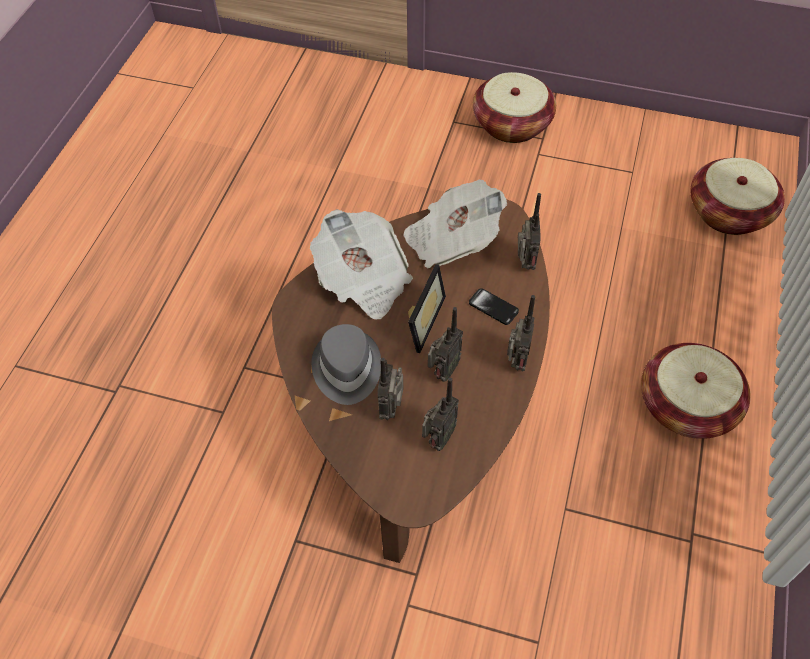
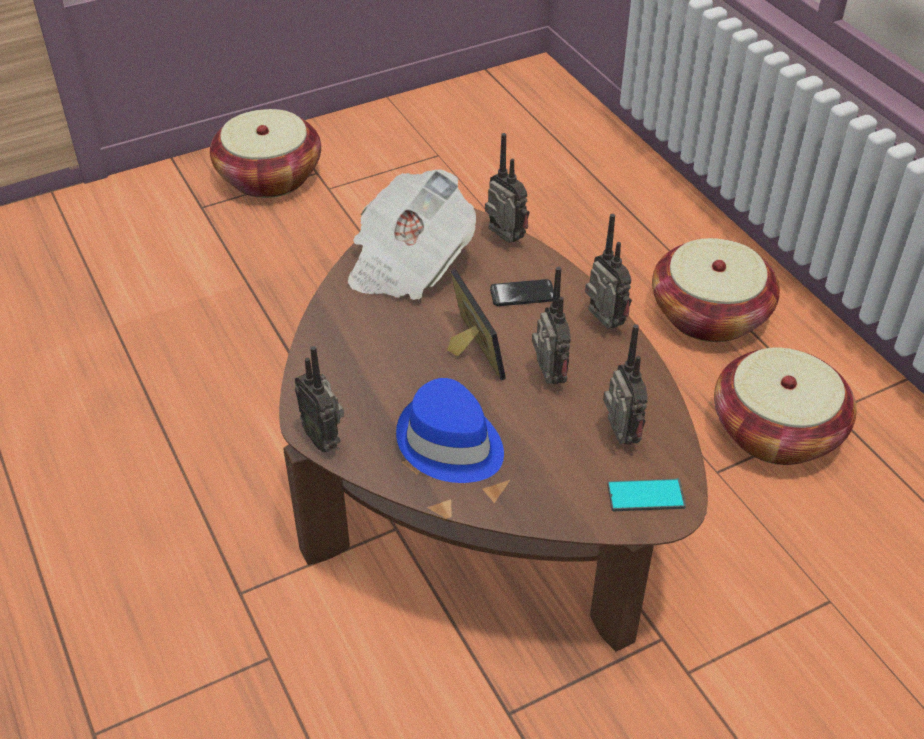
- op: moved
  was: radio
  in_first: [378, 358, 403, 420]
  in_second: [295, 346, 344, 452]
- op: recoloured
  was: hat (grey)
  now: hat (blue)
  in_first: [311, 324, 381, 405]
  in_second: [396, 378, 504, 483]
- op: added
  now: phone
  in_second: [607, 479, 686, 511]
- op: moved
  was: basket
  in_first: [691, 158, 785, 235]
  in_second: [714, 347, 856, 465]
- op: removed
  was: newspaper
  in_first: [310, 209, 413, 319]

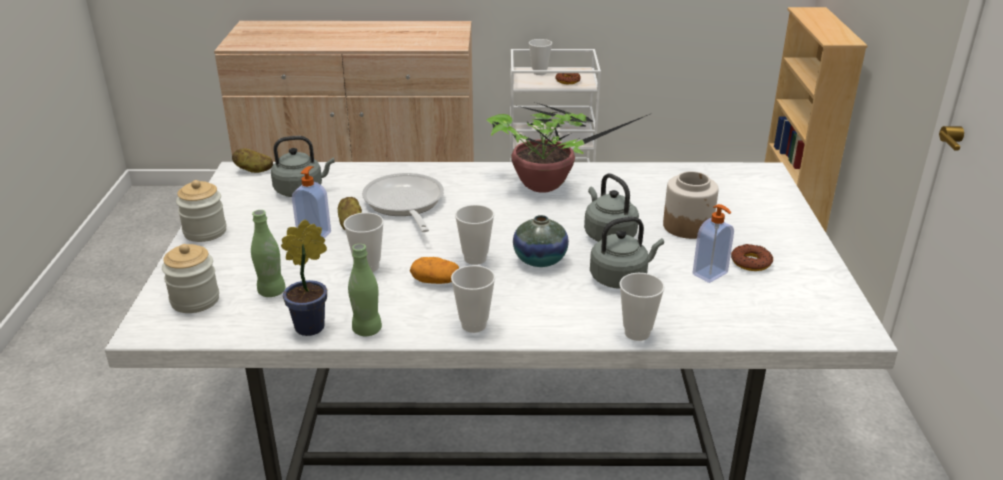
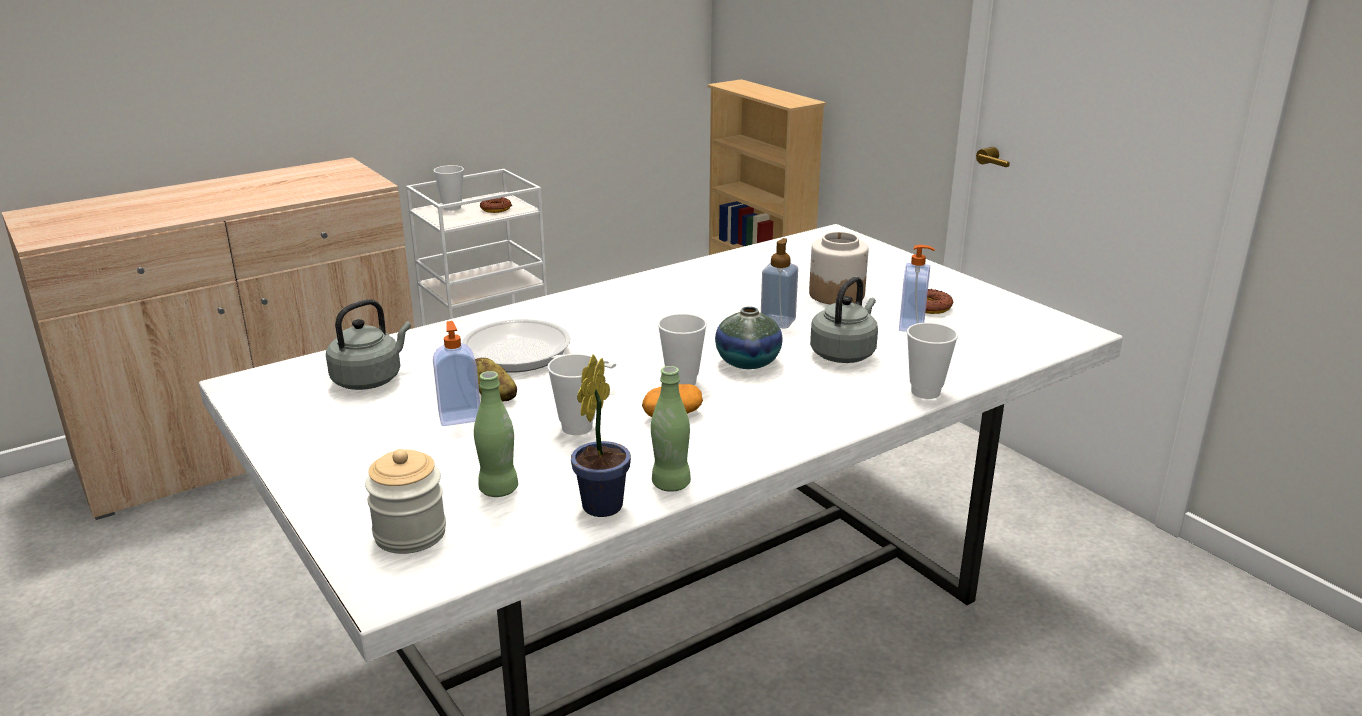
- op: replaced
  was: kettle (grey)
  now: soap dispenser
  in_first: [584, 174, 639, 242]
  in_second: [761, 238, 798, 329]
- op: removed
  was: jar
  in_first: [176, 180, 226, 242]
- op: removed
  was: potato
  in_first: [232, 148, 273, 173]
- op: removed
  was: cup
  in_first: [451, 265, 495, 333]
- op: removed
  was: potted plant
  in_first: [486, 102, 652, 193]

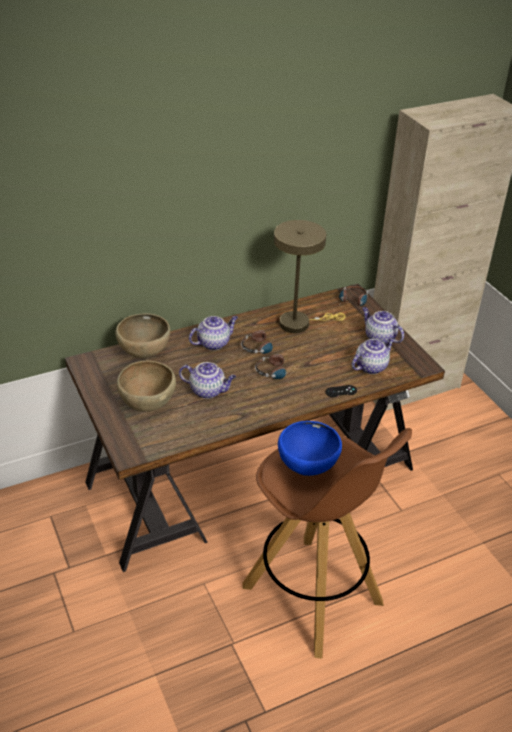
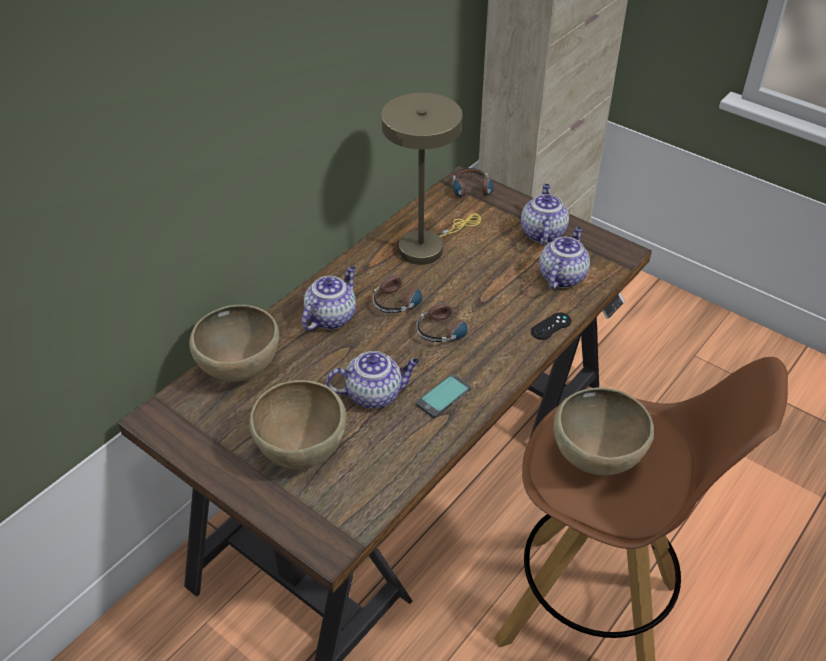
- op: added
  now: phone
  in_second: [416, 374, 471, 418]
- op: turned
  was: teapot
  in_first: [362, 307, 404, 344]
  in_second: [521, 184, 569, 245]
  clockwise: 75
- op: recoloured
  was: bowl (blue)
  now: bowl (brown)
  in_first: [278, 421, 342, 476]
  in_second: [553, 387, 654, 475]

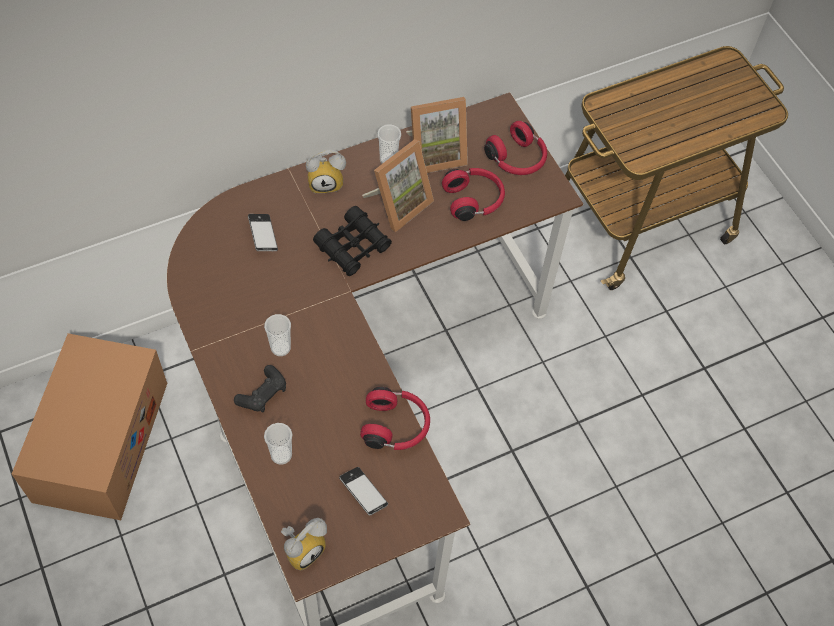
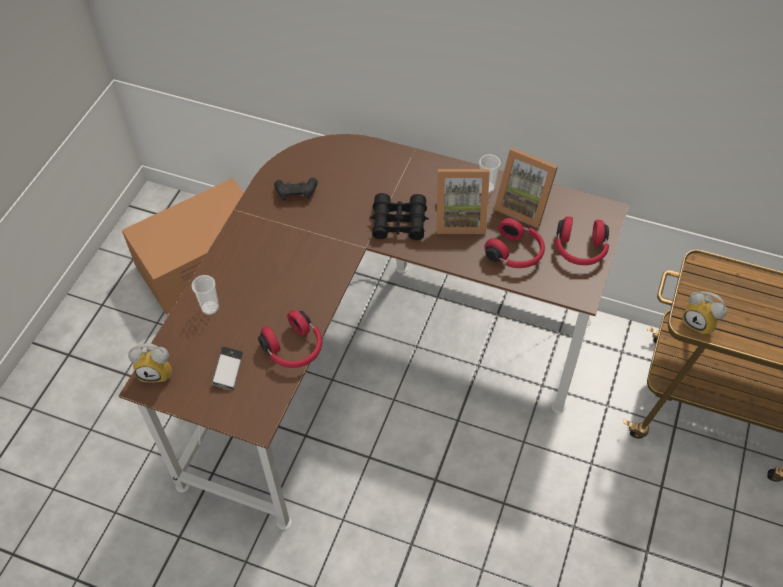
- op: moved
  was: game controller (black)
  in_first: [234, 365, 286, 412]
  in_second: [274, 178, 318, 201]
- op: moved
  was: alarm clock
  in_first: [306, 150, 346, 193]
  in_second: [682, 291, 727, 334]
- op: removed
  was: phone
  in_first: [248, 214, 278, 252]
- op: removed
  was: cup
  in_first: [264, 314, 291, 356]

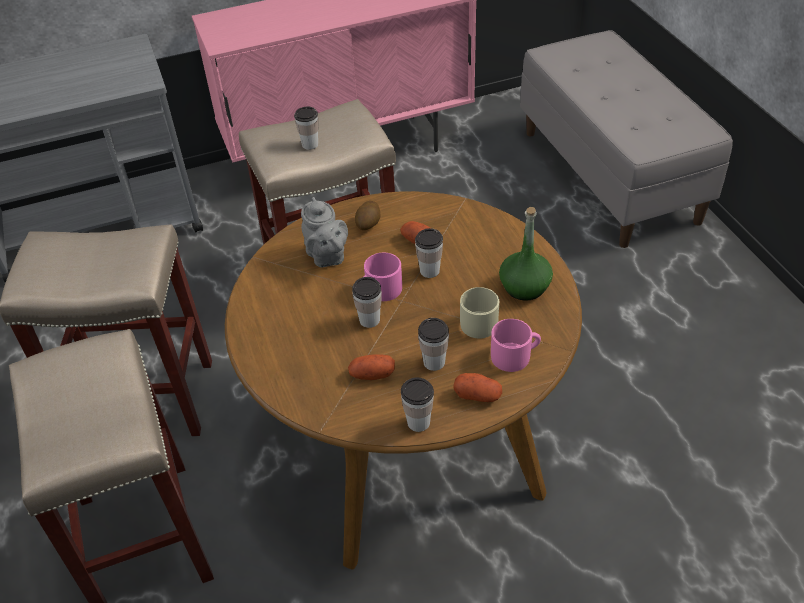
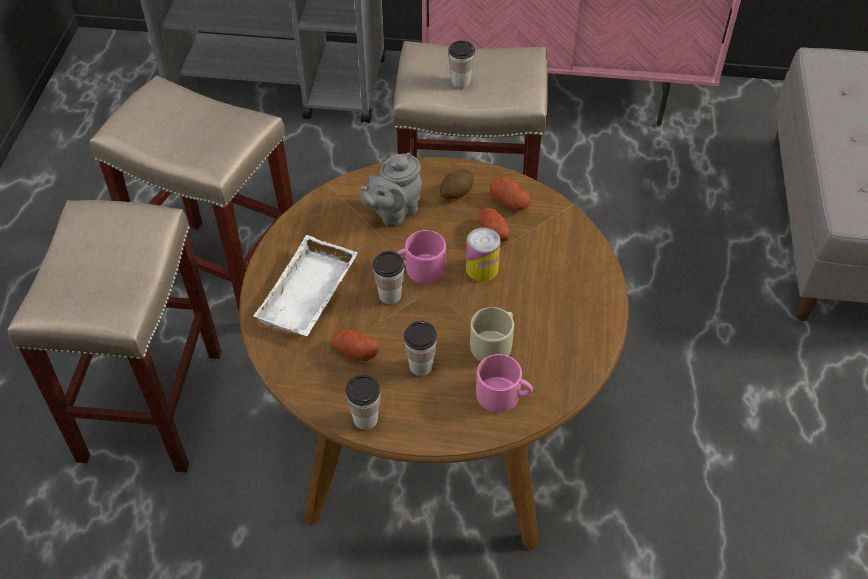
- op: added
  now: tray (white)
  in_second: [253, 235, 358, 336]
- op: turned
  was: teapot (grey)
  in_first: [301, 197, 348, 267]
  in_second: [360, 153, 422, 226]
  clockwise: 45
- op: replaced
  was: cup
  now: can
  in_first: [415, 228, 443, 278]
  in_second: [466, 228, 500, 282]
- op: moved
  was: potato
  in_first: [453, 373, 502, 402]
  in_second: [490, 177, 531, 210]
- op: removed
  was: bottle (green)
  in_first: [499, 207, 553, 301]

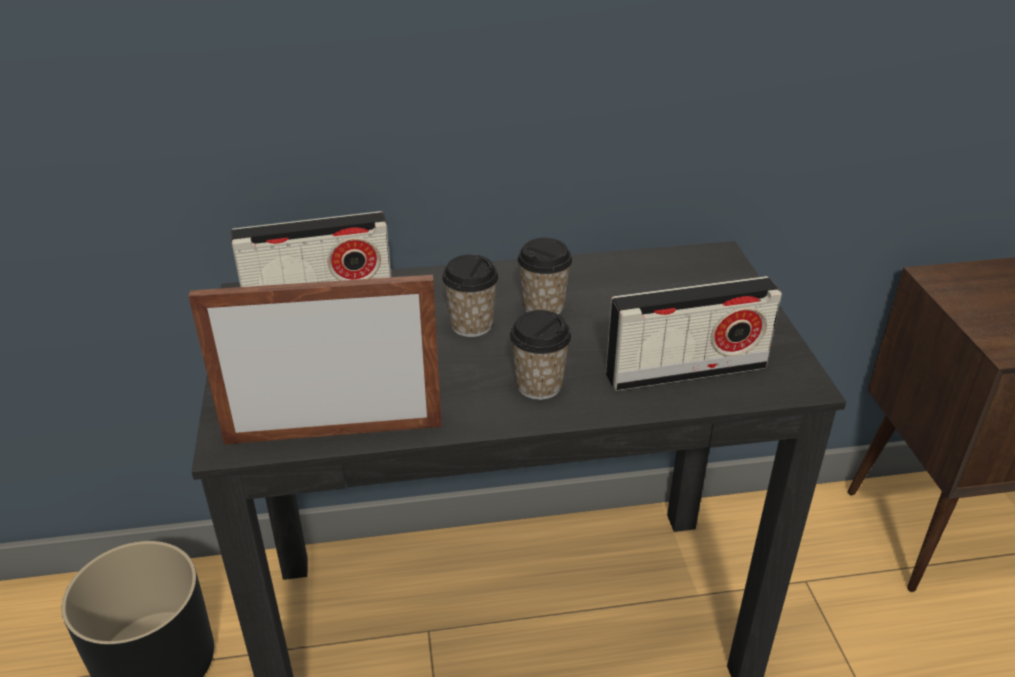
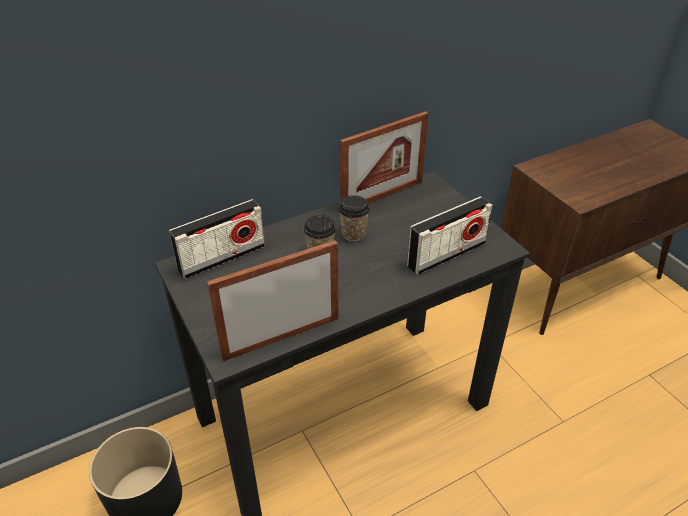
- op: added
  now: picture frame
  in_second: [340, 111, 429, 203]
- op: removed
  was: cup
  in_first: [510, 310, 571, 400]

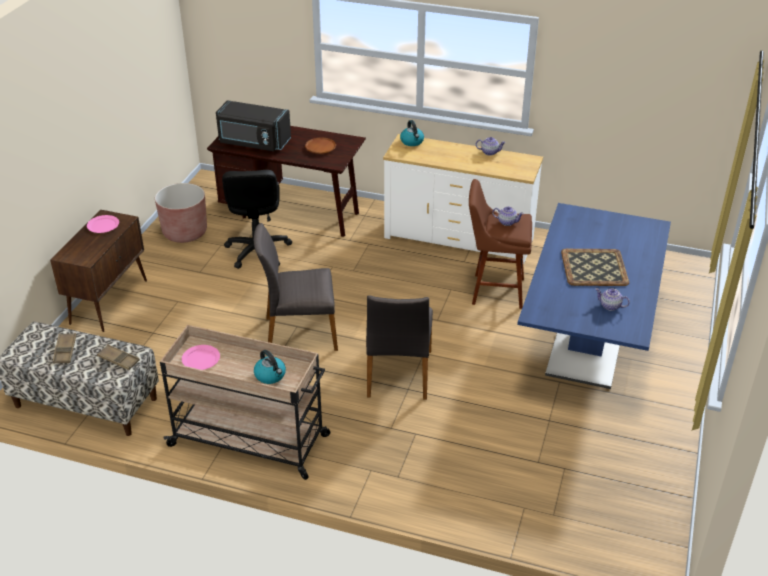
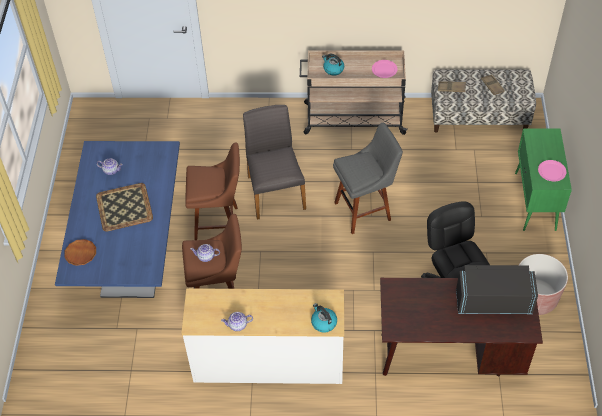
- op: moved
  was: plate (brown)
  in_first: [305, 137, 336, 154]
  in_second: [64, 239, 96, 266]
- op: added
  now: stool (brown)
  in_second: [185, 142, 240, 240]
- op: replaced
  was: chair (grey)
  now: stool (grey)
  in_first: [254, 223, 338, 351]
  in_second: [333, 123, 403, 234]
- op: recoloured
  was: cabinet (brown)
  now: cabinet (green)
  in_first: [50, 210, 147, 332]
  in_second: [515, 128, 572, 231]

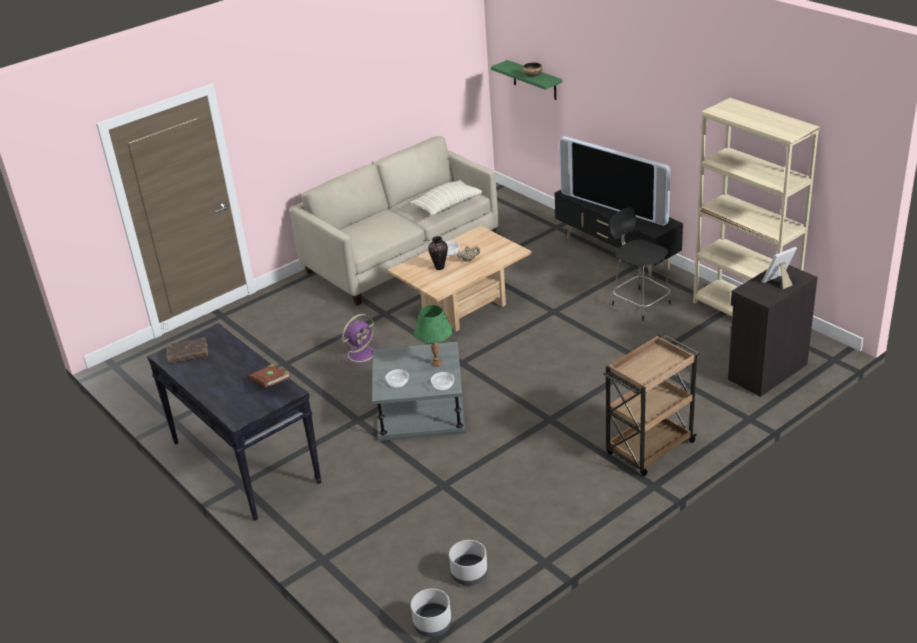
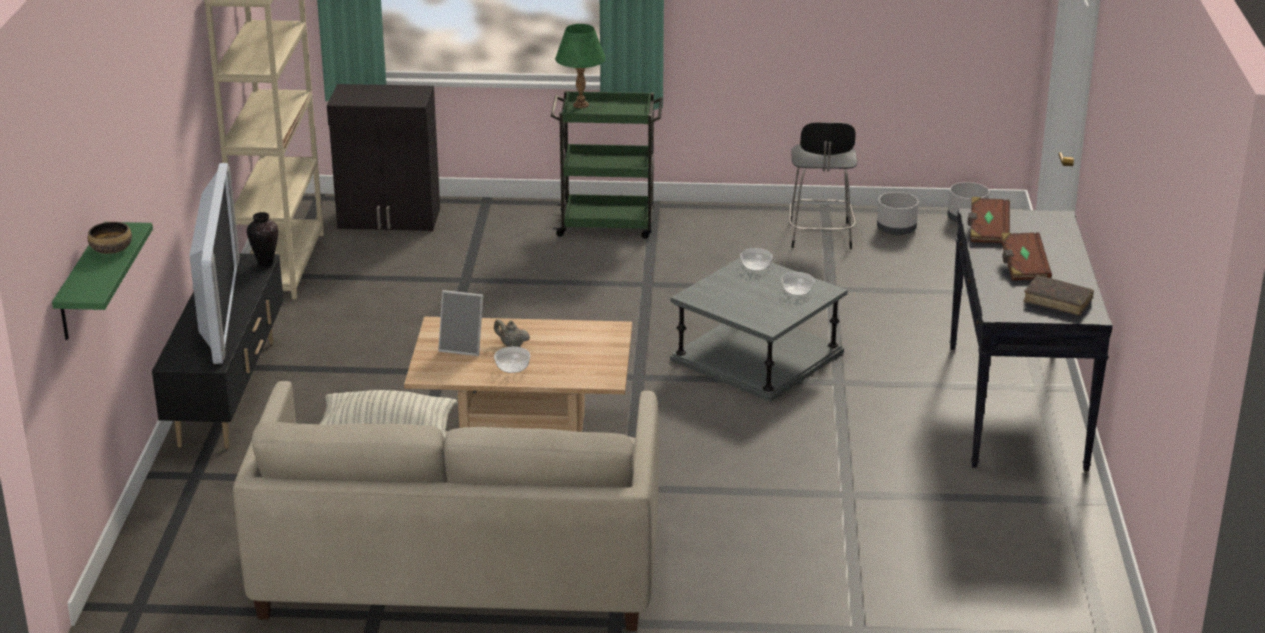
- op: moved
  was: vase
  in_first: [428, 236, 448, 270]
  in_second: [247, 212, 278, 267]
- op: moved
  was: picture frame
  in_first: [762, 247, 797, 289]
  in_second: [438, 290, 483, 356]
- op: recoloured
  was: cart (brown)
  now: cart (green)
  in_first: [603, 335, 699, 476]
  in_second: [551, 91, 663, 239]
- op: moved
  was: table lamp (green)
  in_first: [414, 305, 453, 367]
  in_second: [555, 24, 606, 108]
- op: moved
  was: stool (black)
  in_first: [609, 207, 671, 321]
  in_second: [789, 122, 857, 249]
- op: added
  now: book (brown)
  in_second: [1001, 232, 1052, 281]
- op: removed
  was: fan (purple)
  in_first: [341, 314, 381, 366]

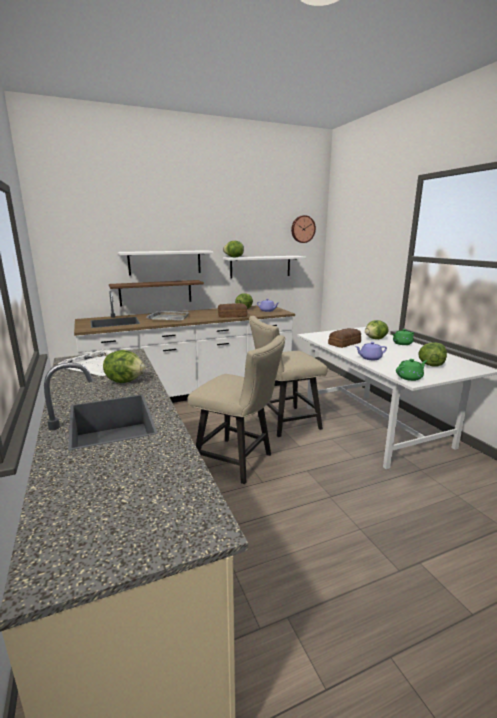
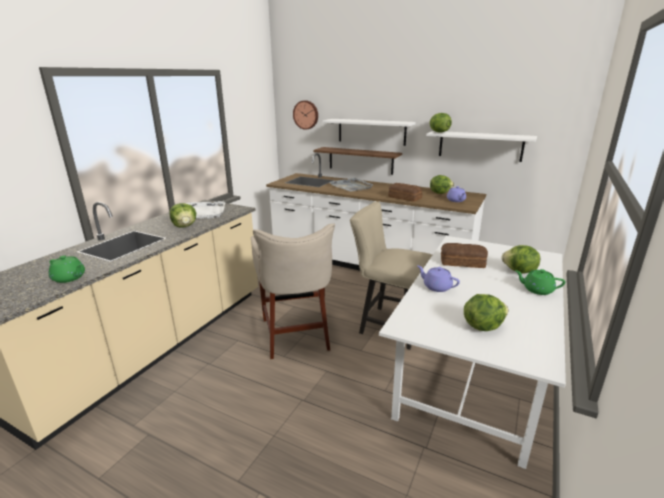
- op: moved
  was: teapot (green)
  in_first: [396, 359, 427, 381]
  in_second: [49, 256, 85, 283]
- op: replaced
  was: chair (beige)
  now: stool (beige)
  in_first: [187, 335, 285, 484]
  in_second: [251, 223, 335, 360]
- op: moved
  was: wall clock
  in_first: [291, 215, 316, 243]
  in_second: [293, 100, 318, 130]

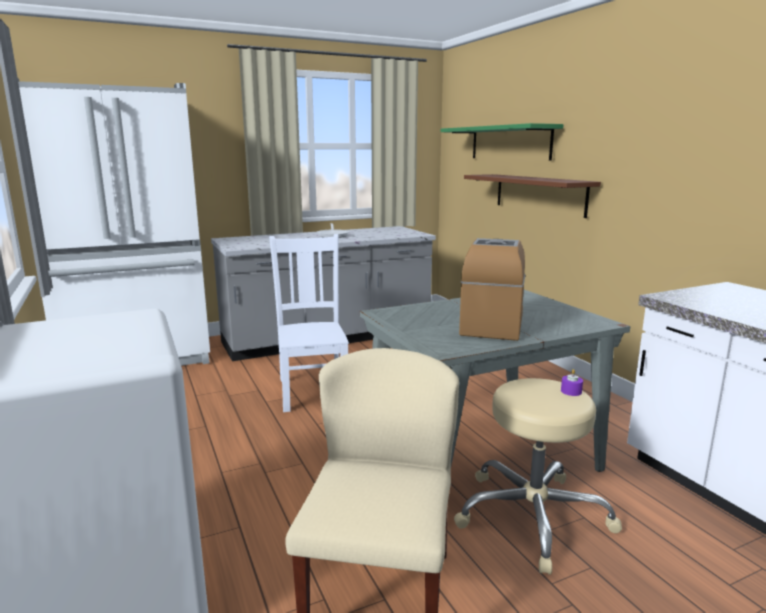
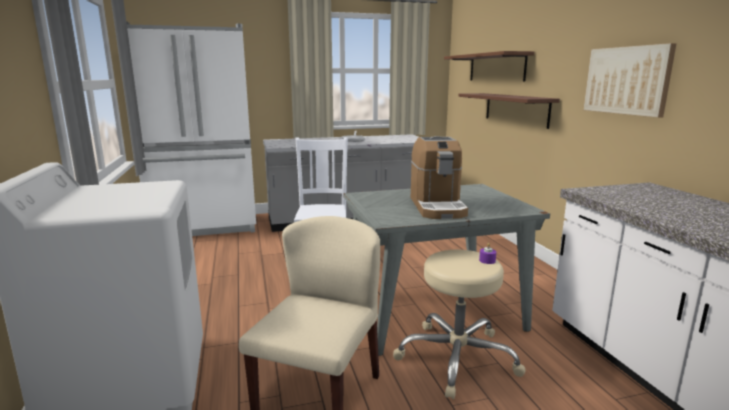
- op: turned
  was: coffee machine
  in_first: [459, 238, 525, 341]
  in_second: [411, 136, 468, 219]
  clockwise: 150
- op: recoloured
  was: shelf (green)
  now: shelf (brown)
  in_first: [441, 123, 564, 160]
  in_second: [444, 51, 534, 81]
- op: added
  now: picture
  in_second: [583, 43, 677, 118]

